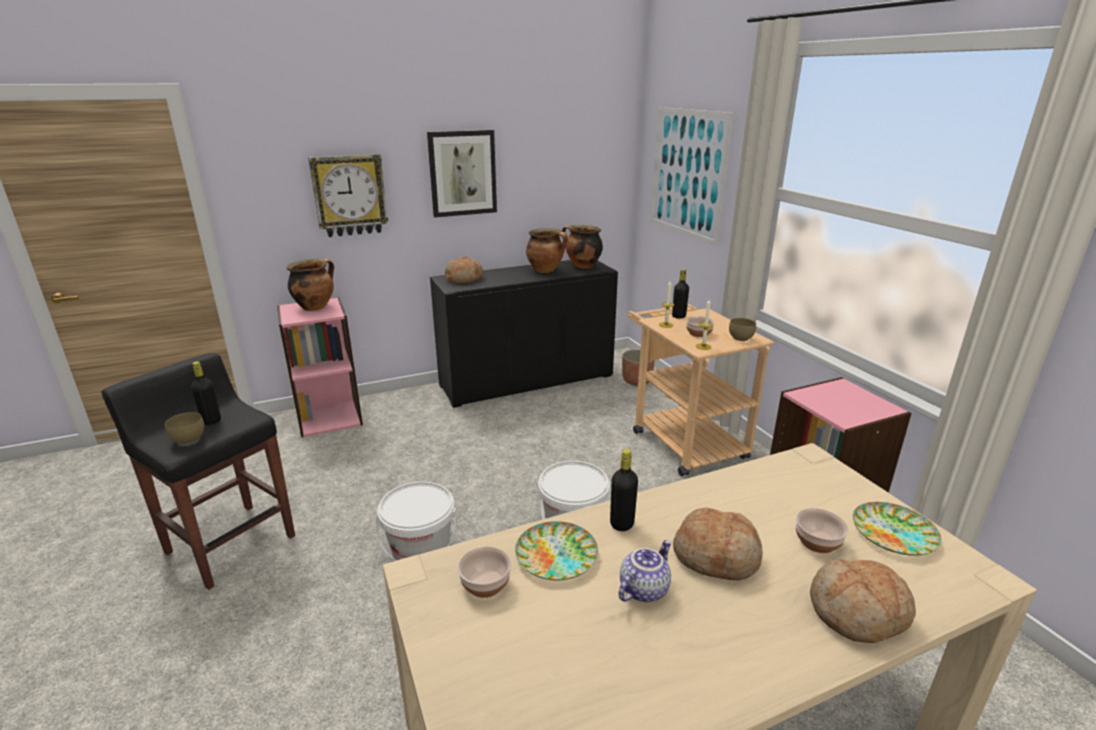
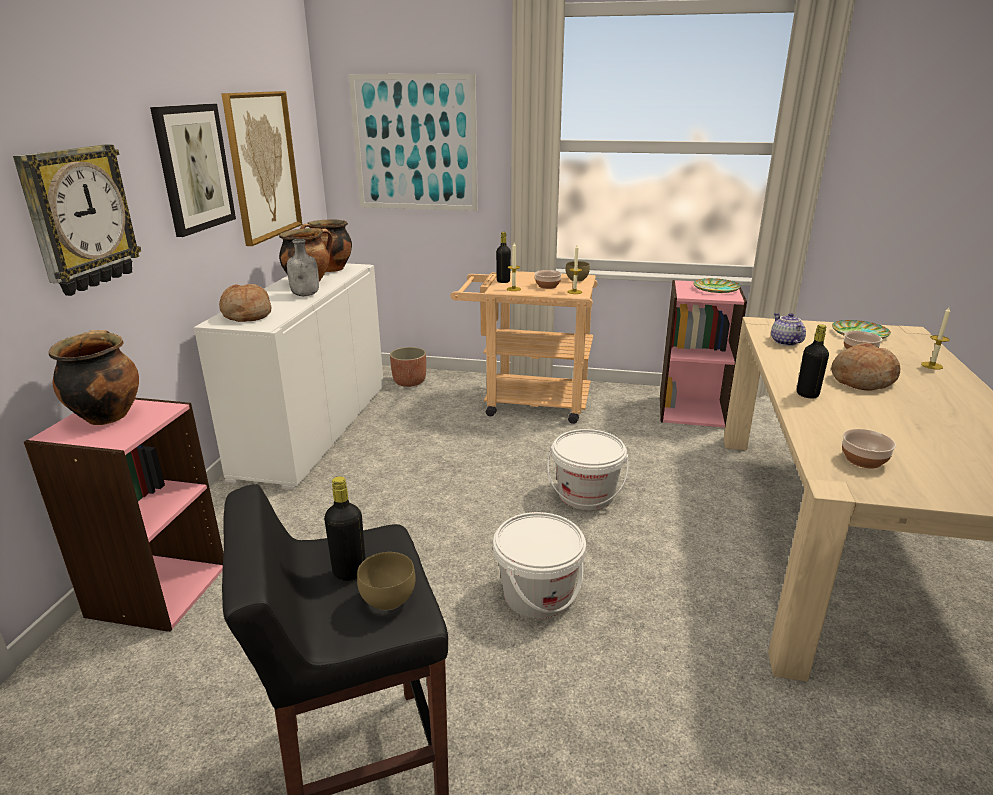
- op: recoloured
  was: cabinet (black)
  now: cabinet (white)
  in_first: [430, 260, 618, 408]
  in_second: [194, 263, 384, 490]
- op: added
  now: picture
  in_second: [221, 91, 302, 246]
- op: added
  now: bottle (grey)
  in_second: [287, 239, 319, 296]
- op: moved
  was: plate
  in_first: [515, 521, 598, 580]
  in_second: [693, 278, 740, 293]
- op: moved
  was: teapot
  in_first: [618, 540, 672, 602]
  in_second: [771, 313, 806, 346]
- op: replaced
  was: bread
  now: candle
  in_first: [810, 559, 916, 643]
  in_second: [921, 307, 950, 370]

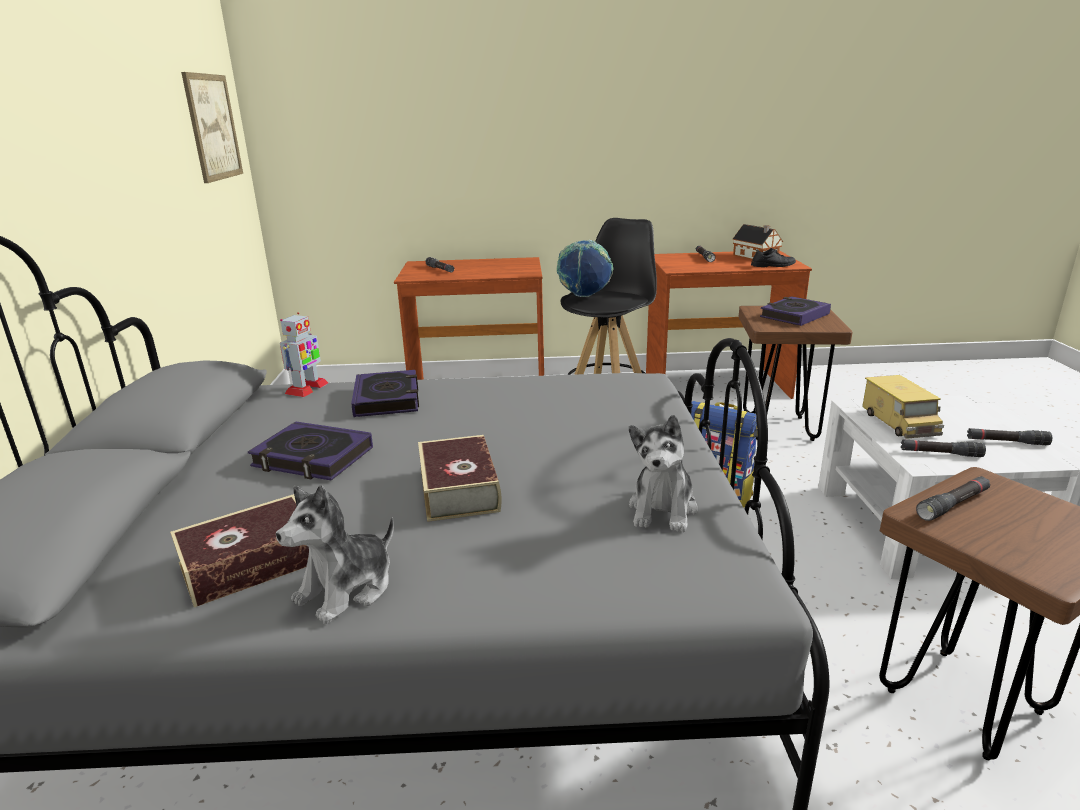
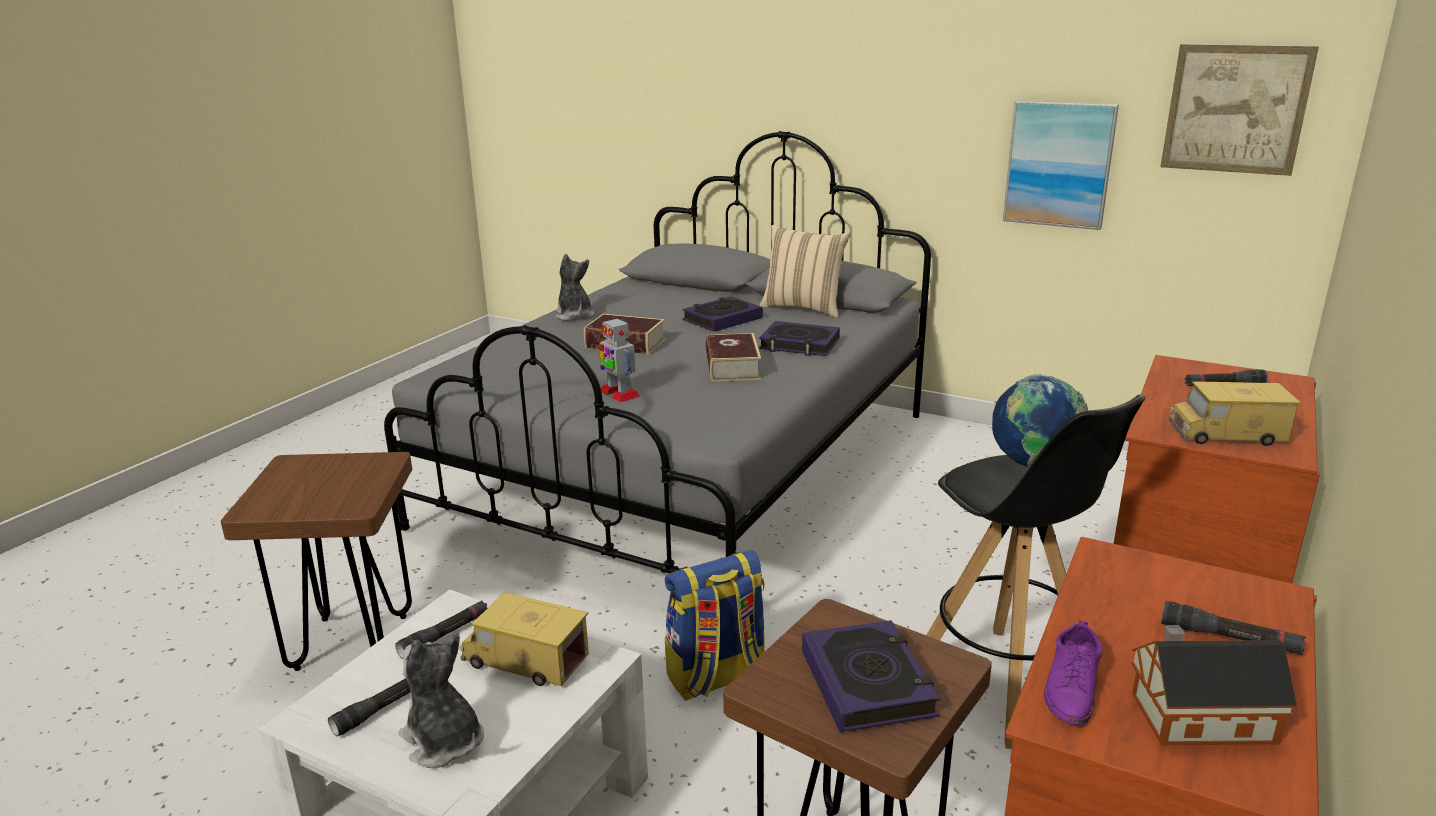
- op: moved
  was: plush toy
  in_first: [629, 415, 698, 532]
  in_second: [399, 633, 484, 768]
- op: moved
  was: toy robot
  in_first: [280, 312, 328, 397]
  in_second: [599, 317, 641, 403]
- op: moved
  was: book
  in_first: [170, 494, 309, 607]
  in_second: [706, 333, 761, 382]
- op: added
  now: pillow (beige)
  in_second: [760, 225, 850, 318]
- op: added
  now: picture
  in_second: [1003, 100, 1119, 230]
- op: recoloured
  was: shoe (black)
  now: shoe (purple)
  in_first: [751, 248, 796, 267]
  in_second: [1044, 620, 1103, 725]
- op: added
  now: toy truck
  in_second: [1168, 381, 1301, 446]
- op: removed
  was: flashlight (black)
  in_first: [916, 476, 990, 521]

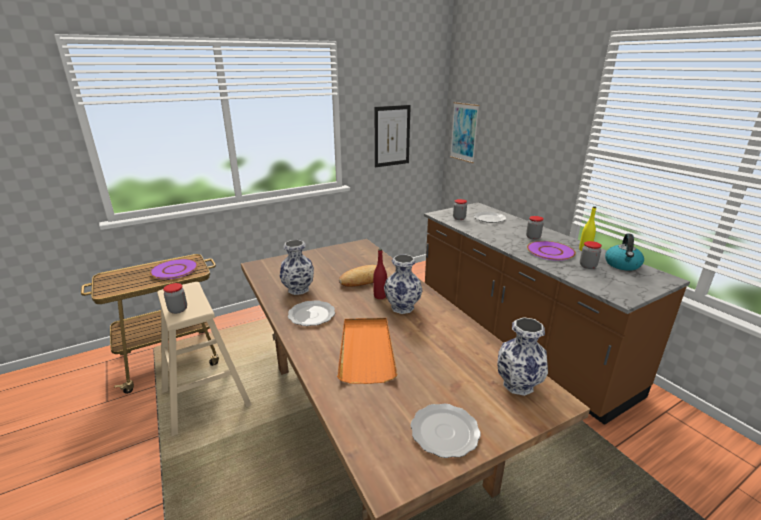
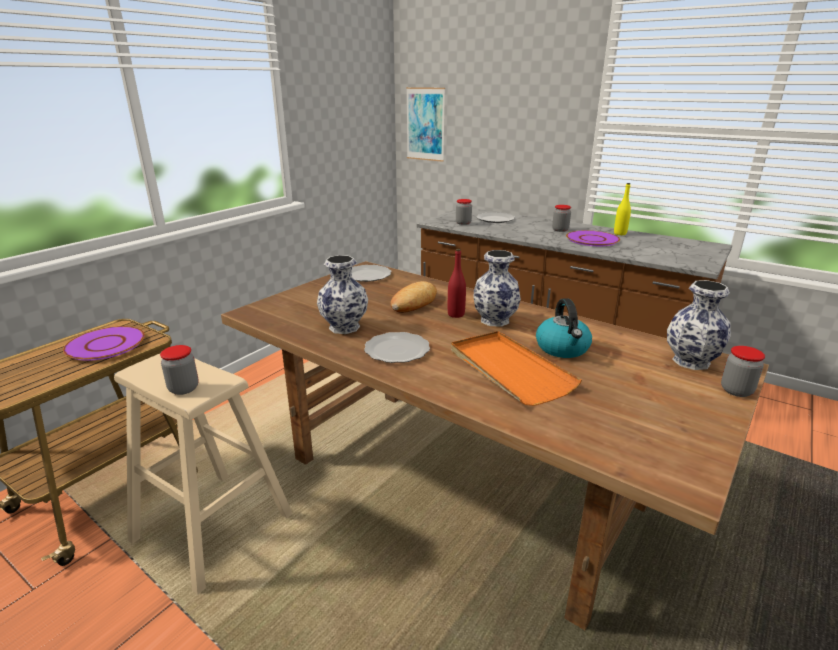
- op: moved
  was: plate
  in_first: [410, 403, 481, 458]
  in_second: [351, 265, 392, 282]
- op: moved
  was: kettle
  in_first: [605, 233, 644, 271]
  in_second: [536, 298, 592, 358]
- op: moved
  was: jar
  in_first: [580, 241, 602, 269]
  in_second: [721, 346, 765, 397]
- op: removed
  was: picture
  in_first: [375, 105, 411, 167]

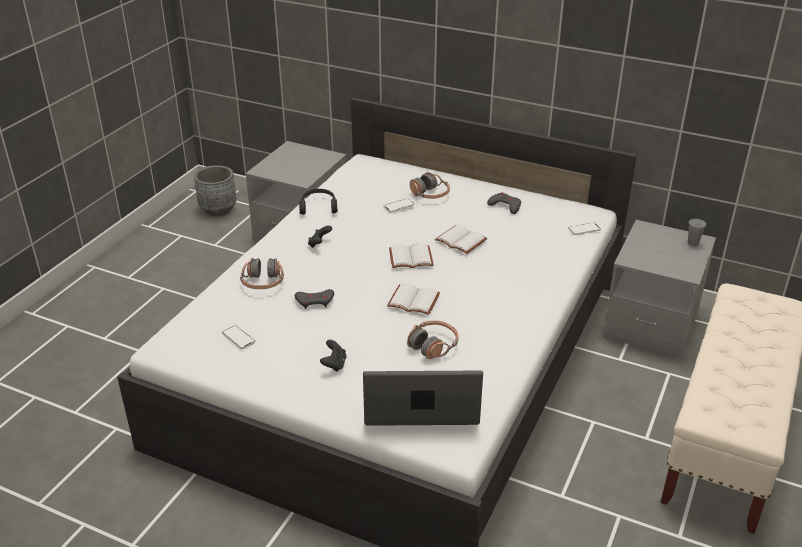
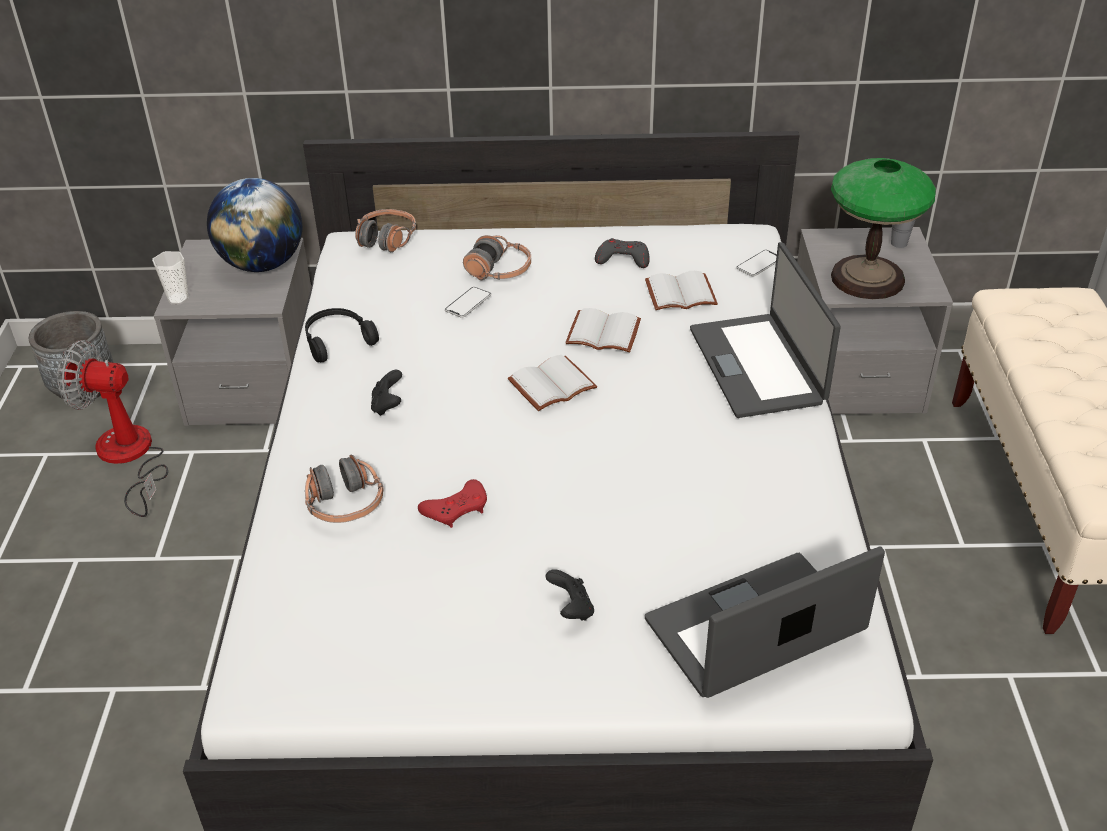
- op: added
  now: fan
  in_second: [57, 340, 168, 517]
- op: added
  now: cup
  in_second: [152, 251, 189, 304]
- op: added
  now: globe
  in_second: [207, 178, 302, 272]
- op: moved
  was: headphones
  in_first: [407, 320, 458, 359]
  in_second: [355, 209, 416, 252]
- op: recoloured
  was: game controller (grey)
  now: game controller (red)
  in_first: [295, 289, 334, 309]
  in_second: [418, 479, 487, 528]
- op: moved
  was: book (white)
  in_first: [387, 283, 440, 315]
  in_second: [645, 271, 718, 310]
- op: added
  now: laptop
  in_second: [690, 242, 841, 418]
- op: added
  now: table lamp
  in_second: [831, 158, 936, 299]
- op: removed
  was: phone
  in_first: [222, 325, 255, 349]

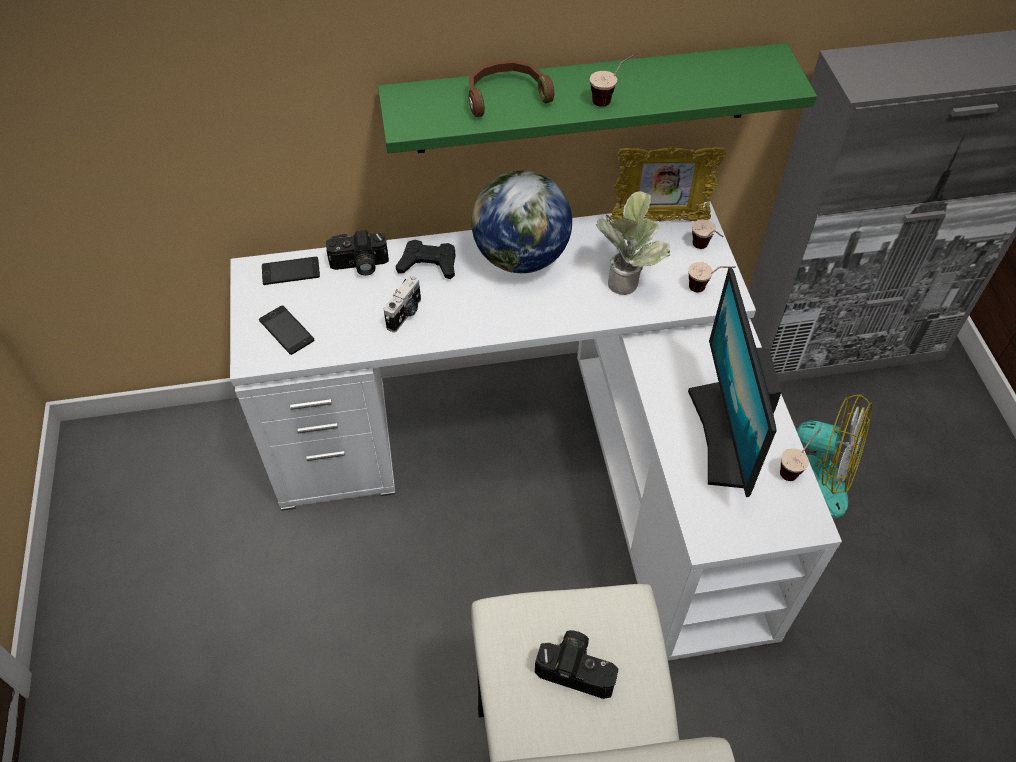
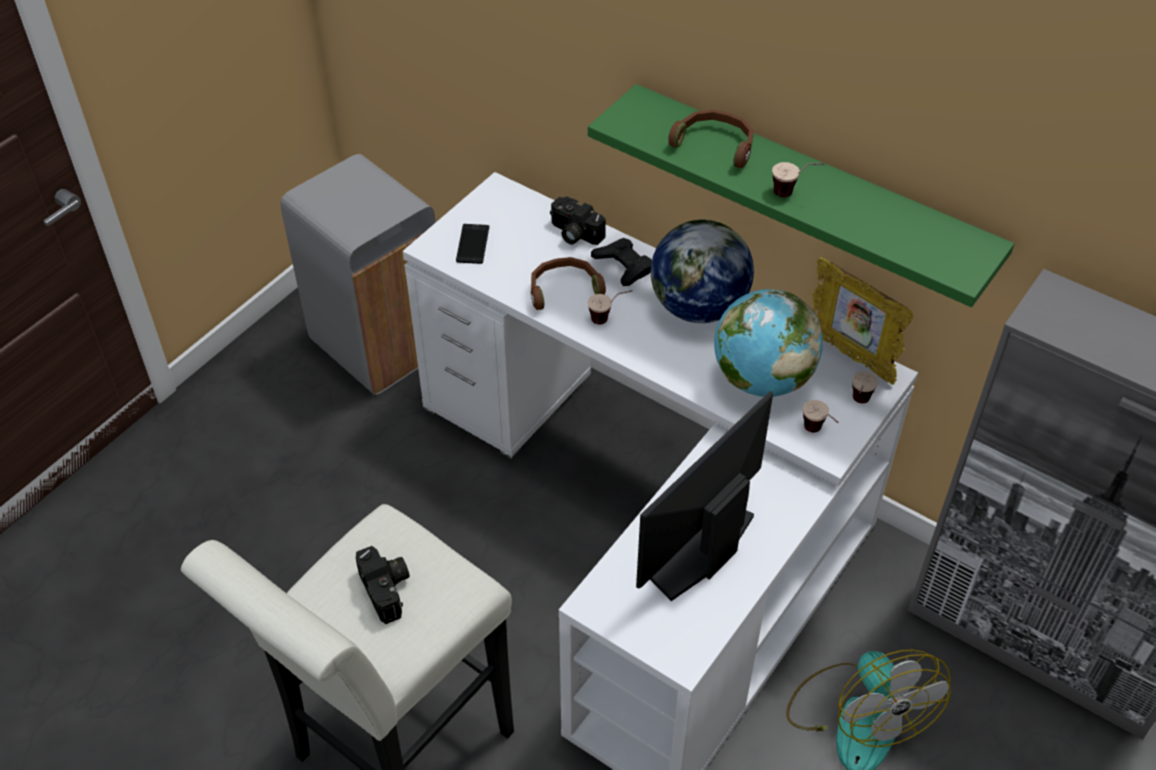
- op: added
  now: trash can (grey)
  in_second: [280, 154, 436, 395]
- op: replaced
  was: photo camera
  now: headphones (brown)
  in_first: [384, 276, 421, 333]
  in_second: [531, 257, 606, 310]
- op: moved
  was: cup
  in_first: [780, 428, 821, 481]
  in_second: [588, 290, 633, 325]
- op: replaced
  was: potted plant
  now: globe
  in_first: [597, 191, 670, 295]
  in_second: [714, 289, 823, 397]
- op: removed
  was: phone
  in_first: [262, 257, 320, 285]

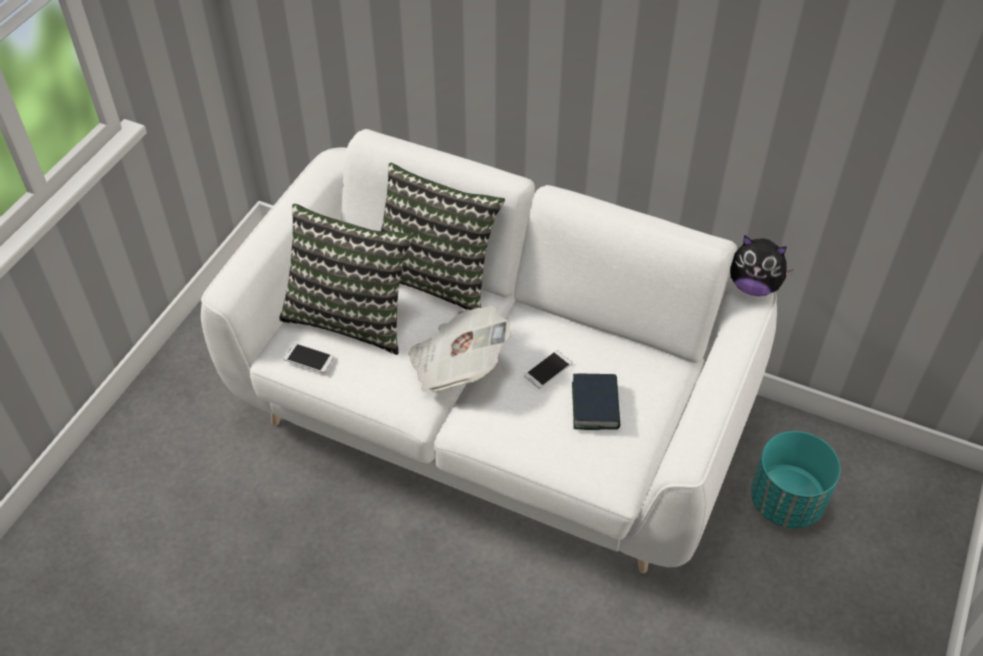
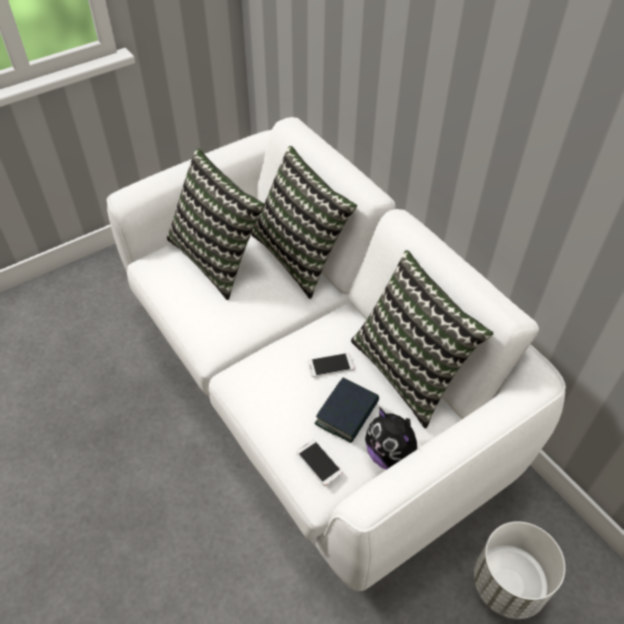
- op: moved
  was: phone
  in_first: [283, 343, 334, 373]
  in_second: [296, 439, 343, 486]
- op: added
  now: pillow
  in_second: [351, 250, 494, 429]
- op: moved
  was: plush toy
  in_first: [730, 235, 793, 296]
  in_second: [365, 407, 417, 470]
- op: recoloured
  was: planter (turquoise)
  now: planter (white)
  in_first: [751, 431, 840, 528]
  in_second: [474, 521, 565, 619]
- op: removed
  was: newspaper
  in_first: [408, 306, 511, 392]

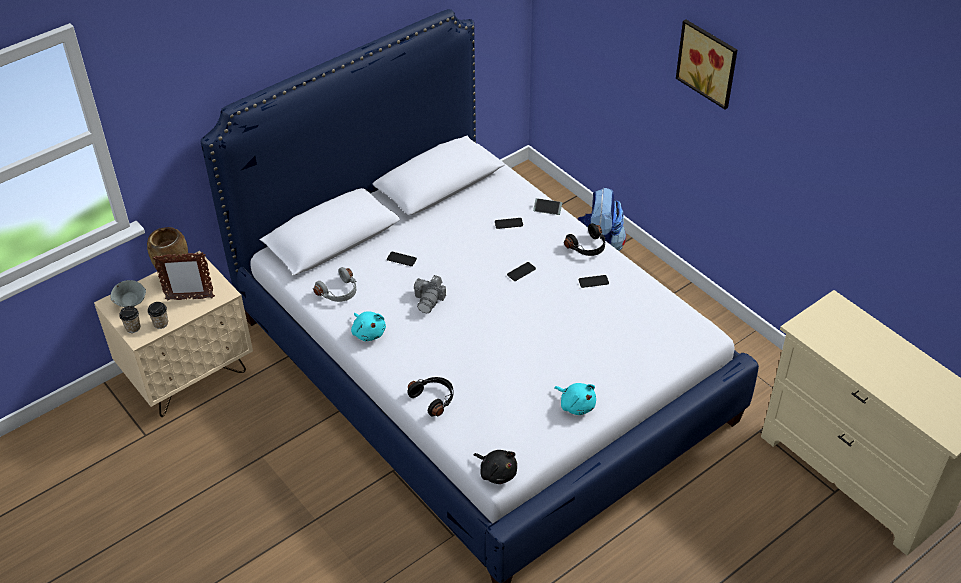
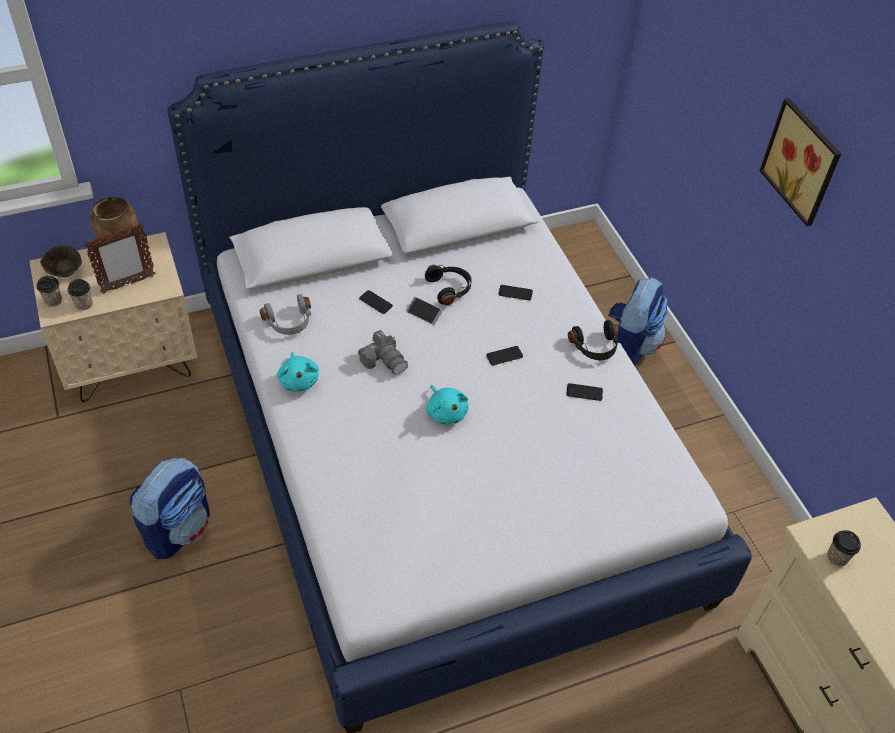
- op: recoloured
  was: bowl (grey)
  now: bowl (brown)
  in_first: [110, 280, 146, 307]
  in_second: [40, 245, 82, 277]
- op: turned
  was: picture frame
  in_first: [153, 252, 215, 301]
  in_second: [84, 223, 156, 294]
  clockwise: -45
- op: added
  now: backpack
  in_second: [129, 458, 210, 559]
- op: turned
  was: photo camera
  in_first: [414, 275, 446, 313]
  in_second: [358, 330, 408, 375]
  clockwise: -75
- op: moved
  was: phone
  in_first: [533, 198, 562, 215]
  in_second: [406, 297, 443, 325]
- op: moved
  was: headphones (black)
  in_first: [408, 377, 454, 416]
  in_second: [425, 265, 471, 305]
- op: moved
  was: plush toy (turquoise)
  in_first: [554, 383, 596, 415]
  in_second: [426, 385, 469, 425]
- op: added
  now: cup
  in_second: [827, 530, 861, 566]
- op: removed
  was: plush toy (black)
  in_first: [474, 450, 517, 484]

